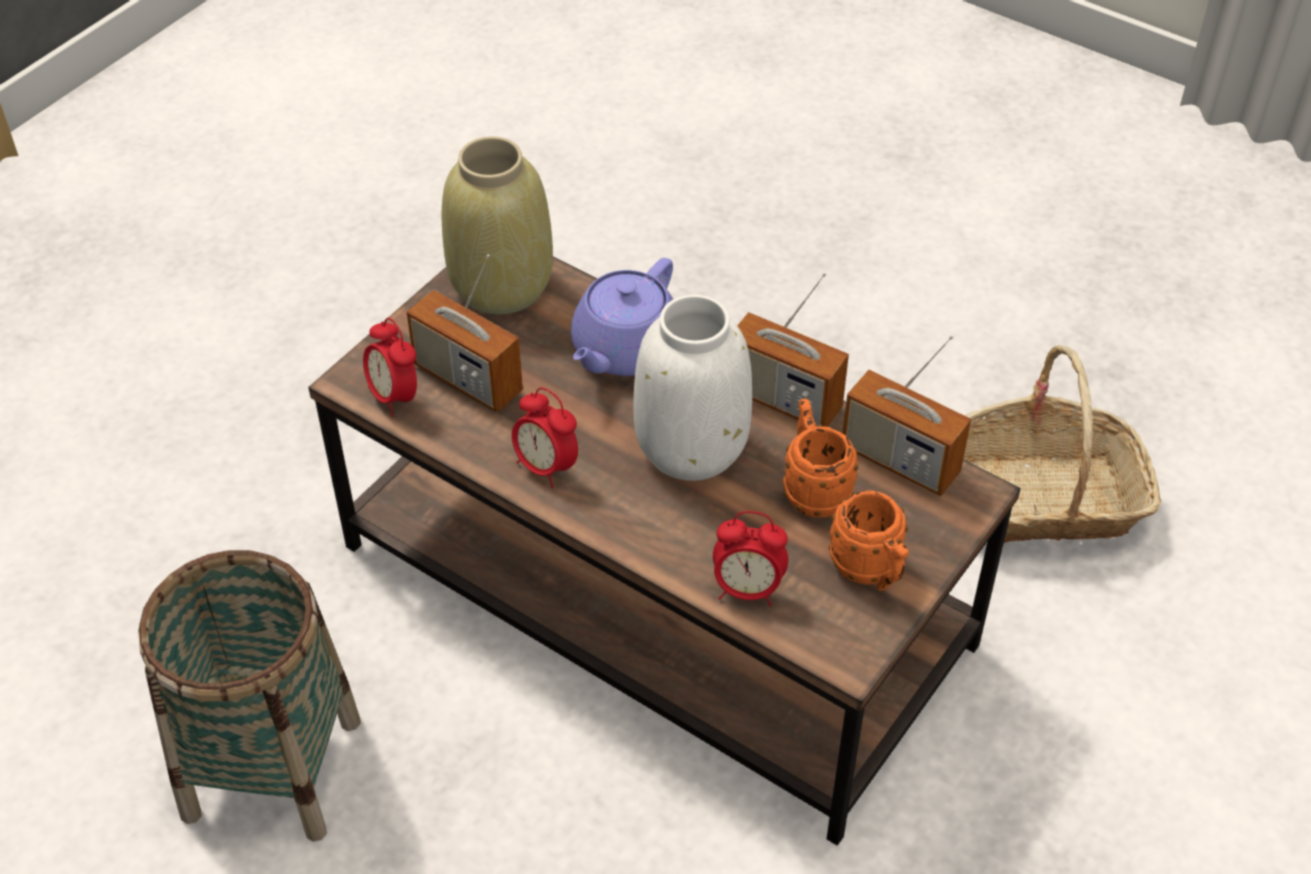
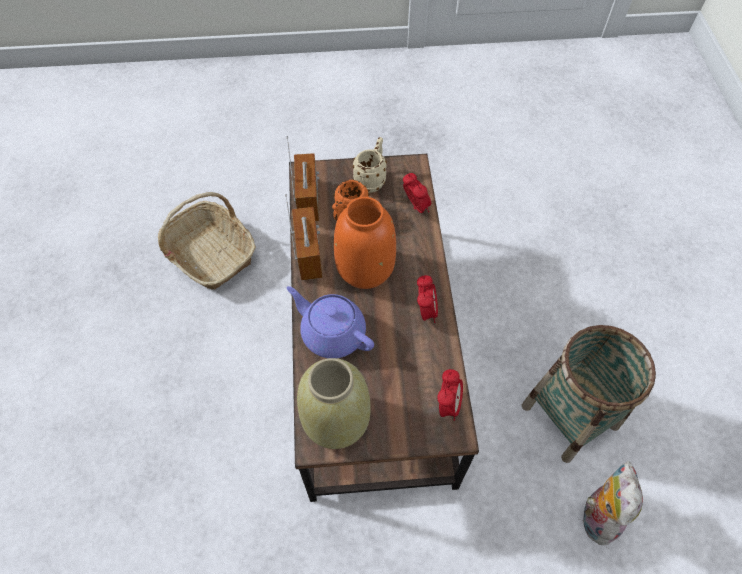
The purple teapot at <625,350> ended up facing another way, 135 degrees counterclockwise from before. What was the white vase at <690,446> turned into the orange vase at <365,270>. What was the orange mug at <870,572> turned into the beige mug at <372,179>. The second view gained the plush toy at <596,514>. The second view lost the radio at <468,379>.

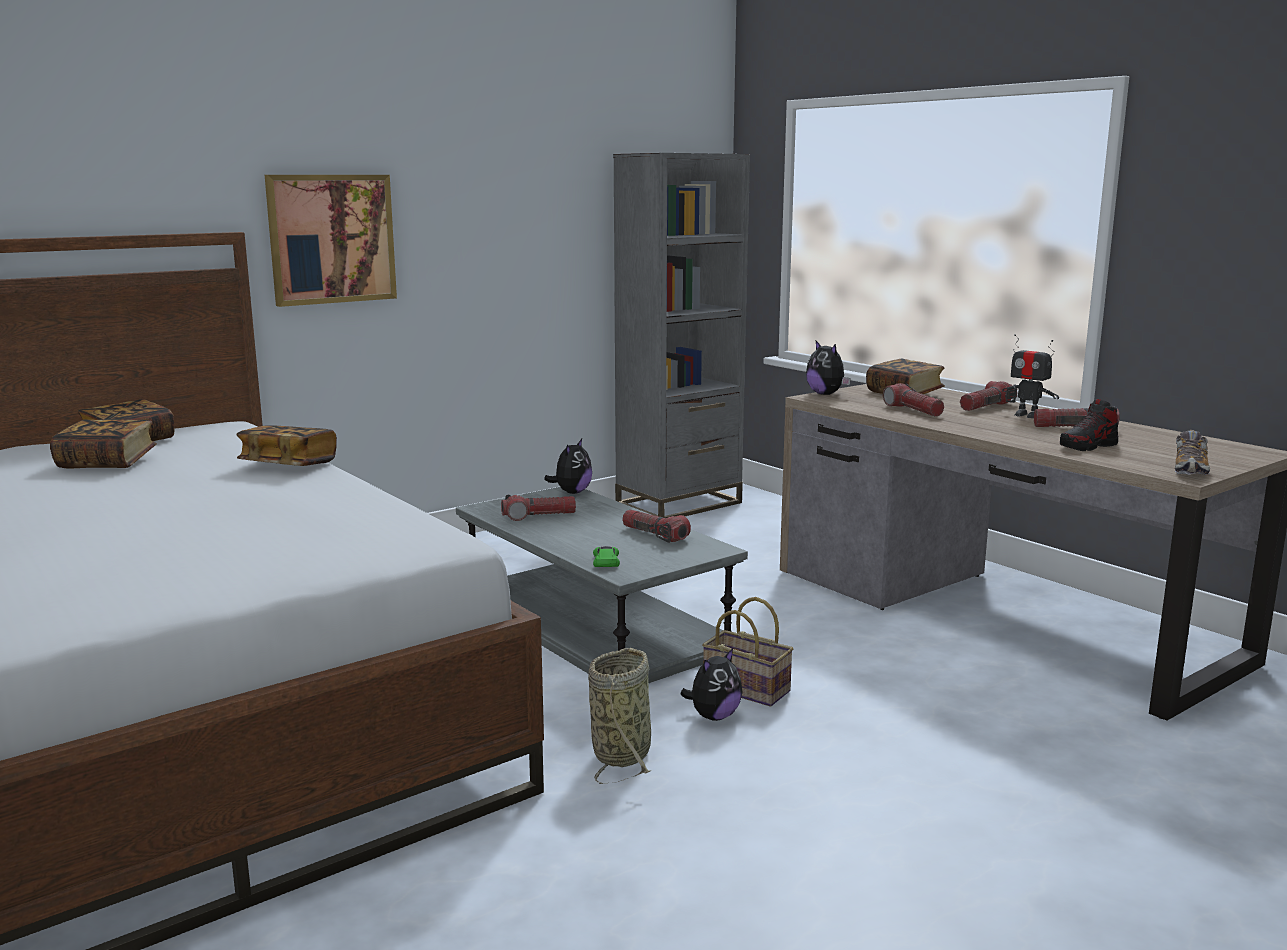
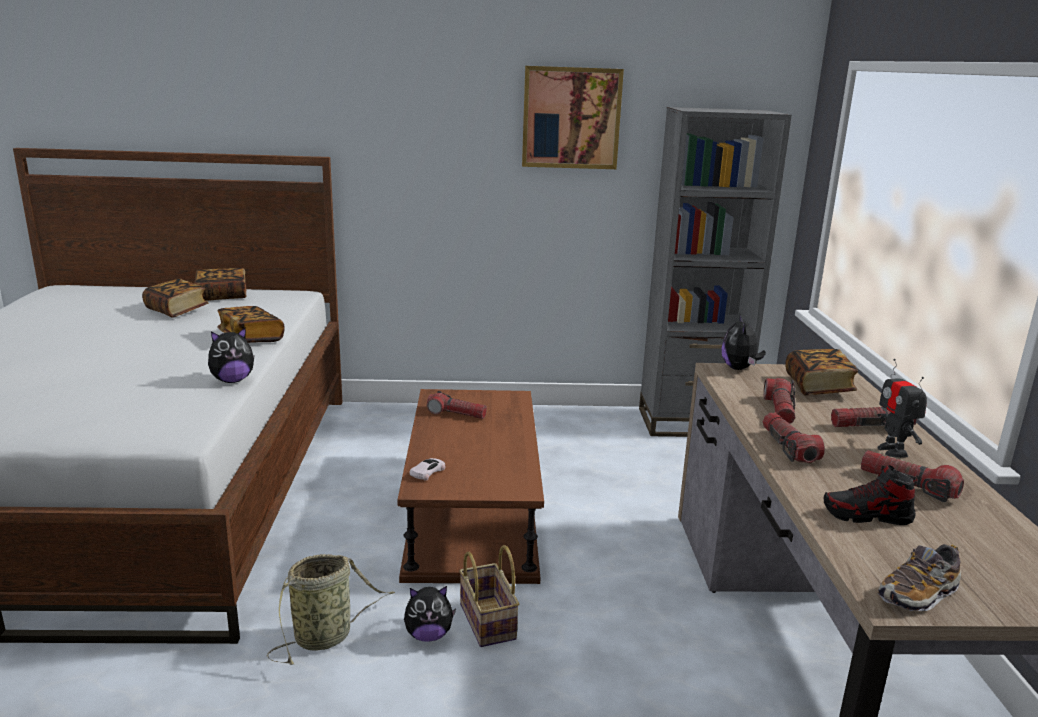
The plush toy ended up elsewhere, having gone from <572,492> to <232,380>. What was the grey coffee table at <595,621> turned into the brown coffee table at <473,511>. What was the green toy car at <606,561> turned into the white toy car at <428,472>. The picture ended up elsewhere, having gone from <331,239> to <571,118>. The flashlight ended up elsewhere, having gone from <655,535> to <788,448>.

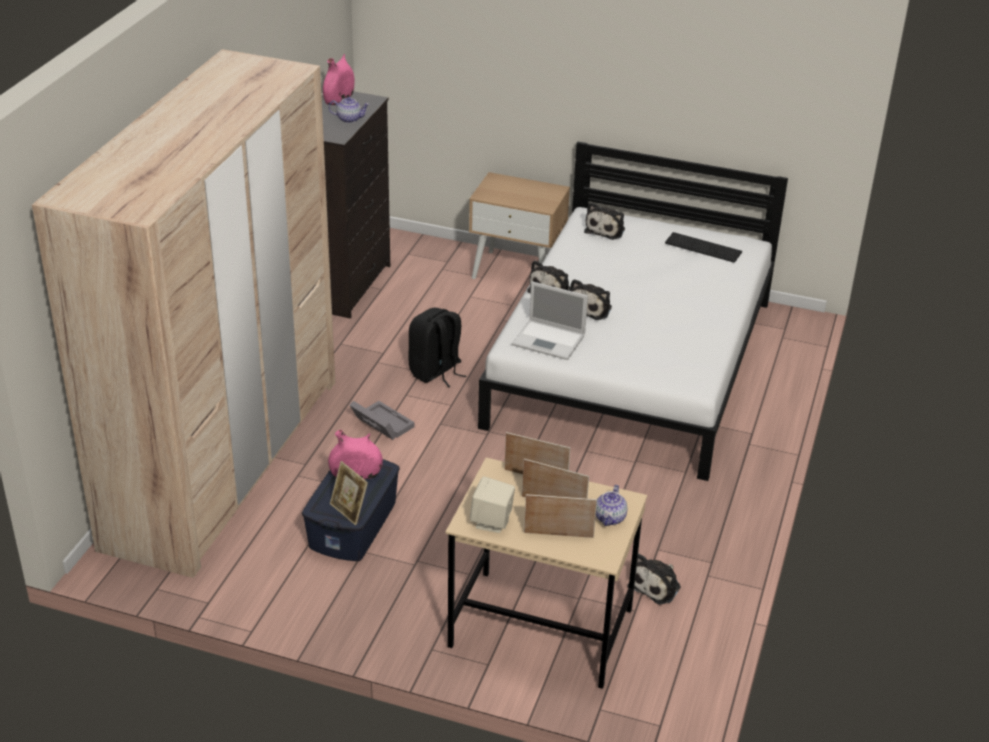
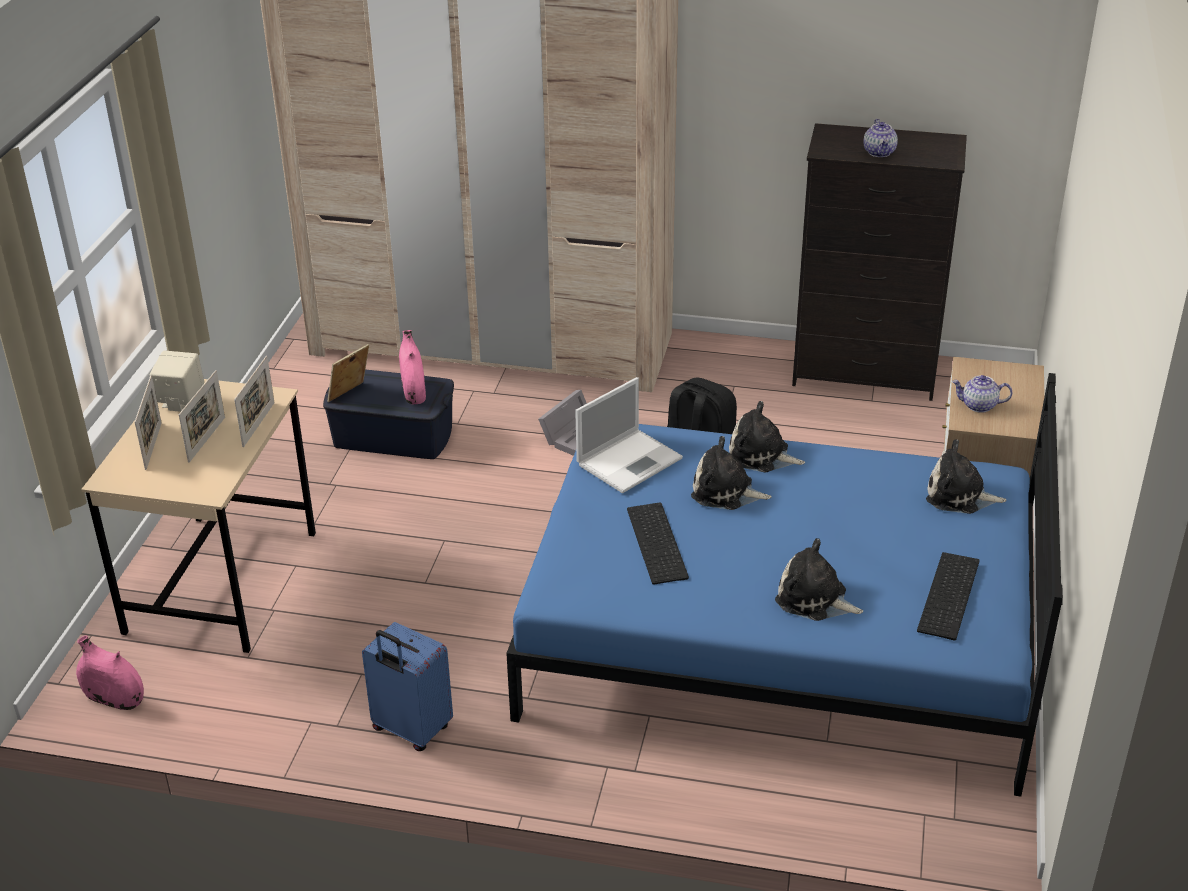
The pink vase ended up elsewhere, having gone from <339,99> to <114,698>. The second view gained the blue suitcase at <410,730>. What was the white bed at <632,363> turned into the blue bed at <780,636>. The laptop at <550,340> ended up facing another way, 150 degrees counterclockwise from before. The second view gained the keyboard at <659,543>. The plush toy ended up elsewhere, having gone from <656,585> to <814,599>. The teapot ended up elsewhere, having gone from <610,518> to <978,406>.

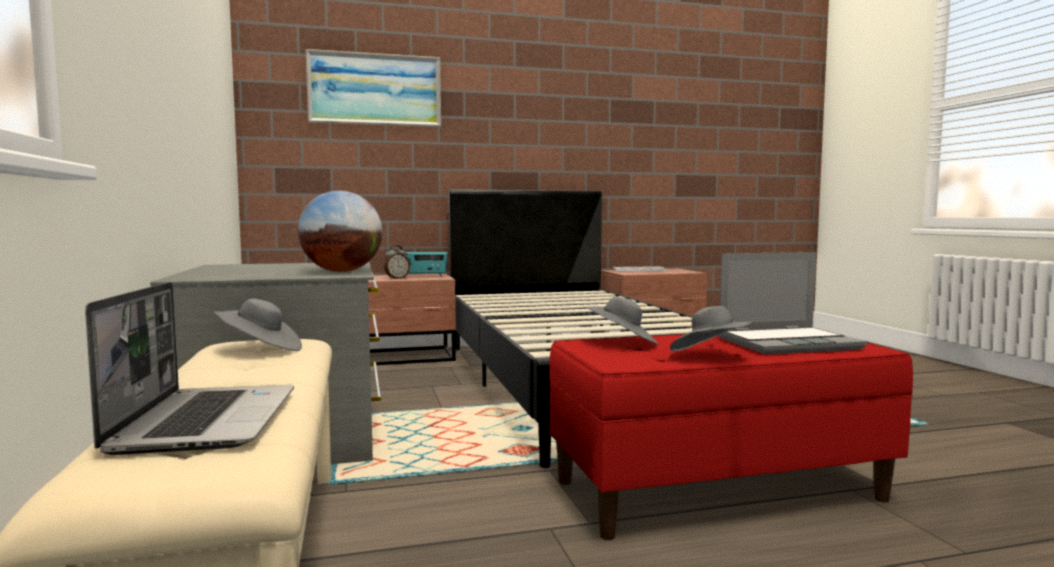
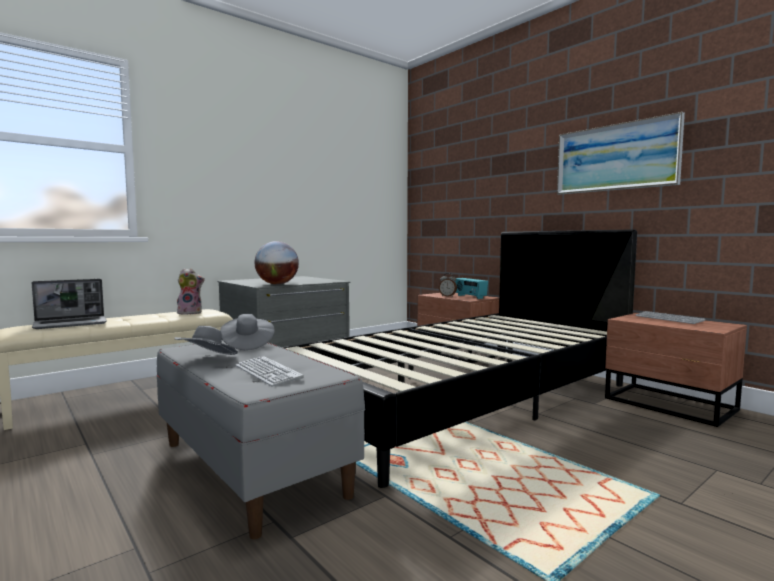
What was the red bench at <718,490> turned into the grey bench at <252,468>. Where the grey hat stood at <261,350>, the plush toy came to stand at <190,313>. Where the laptop stood at <788,343>, the keyboard came to stand at <267,372>. The picture ended up elsewhere, having gone from <375,89> to <615,157>.

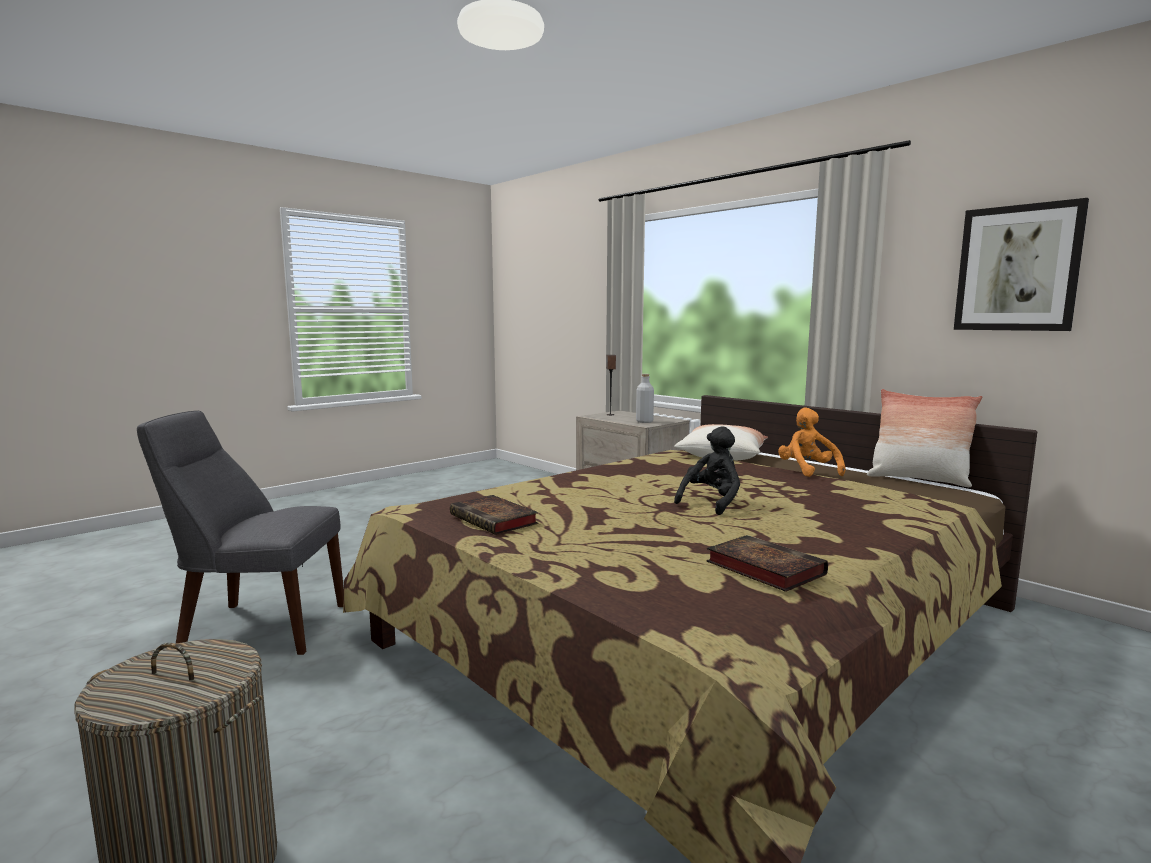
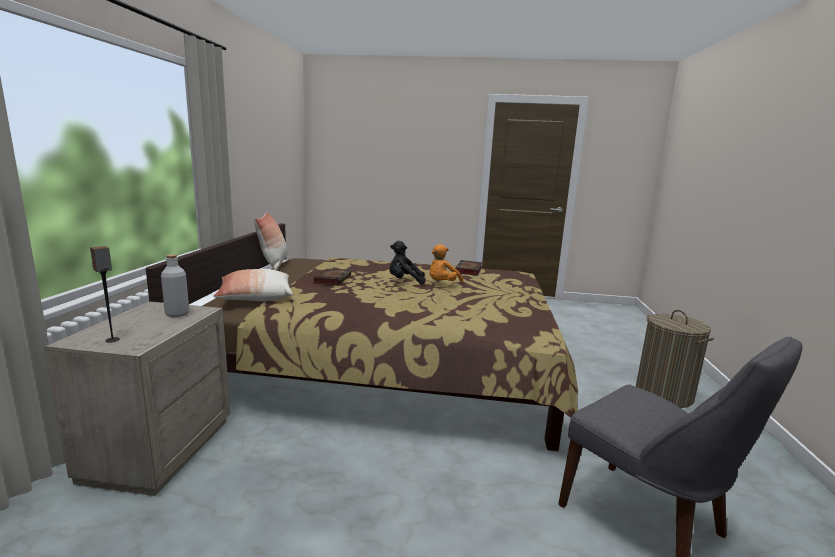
The book ended up elsewhere, having gone from <495,520> to <332,279>. The orange plush toy ended up elsewhere, having gone from <807,471> to <442,284>. The second view lost the picture at <1017,268>.

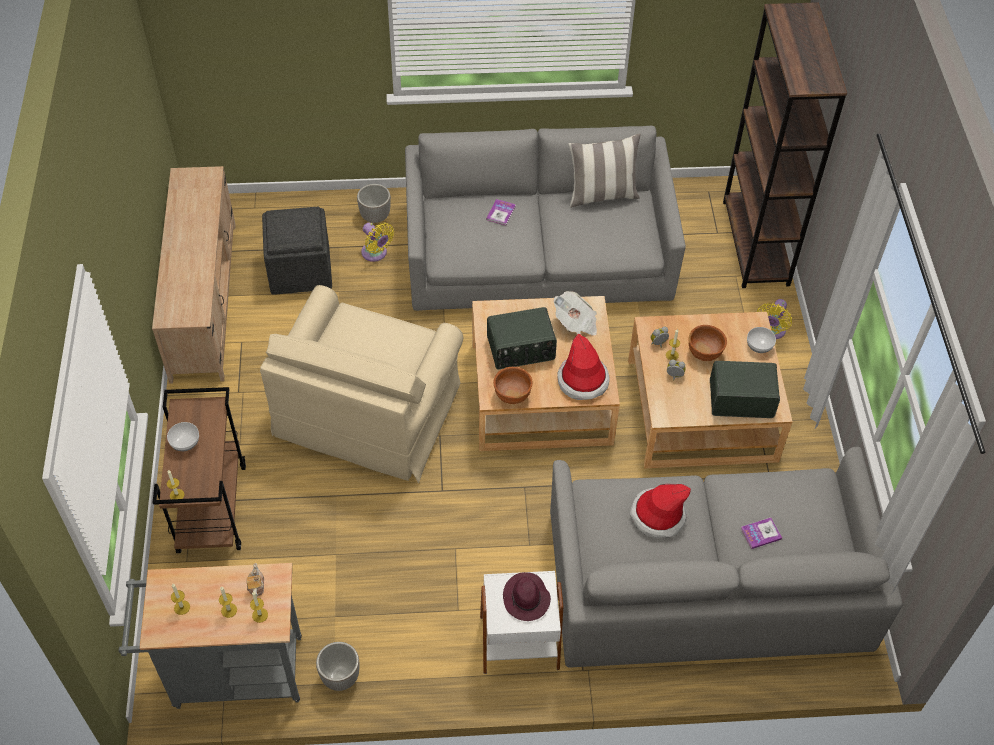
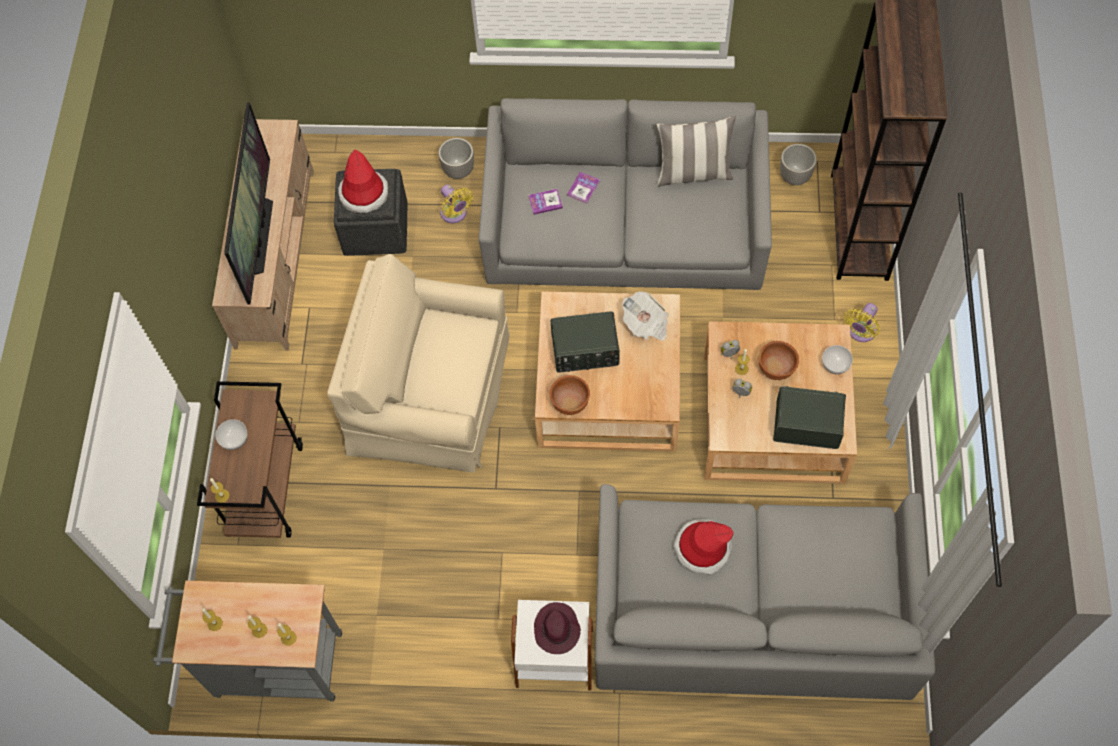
The second view gained the television at <259,236>. The beige armchair at <368,409> ended up facing another way, 75 degrees clockwise from before. The hat ended up elsewhere, having gone from <583,380> to <364,194>. The book ended up elsewhere, having gone from <761,534> to <545,202>. The planter ended up elsewhere, having gone from <341,677> to <795,176>. The second view lost the teapot at <256,586>.

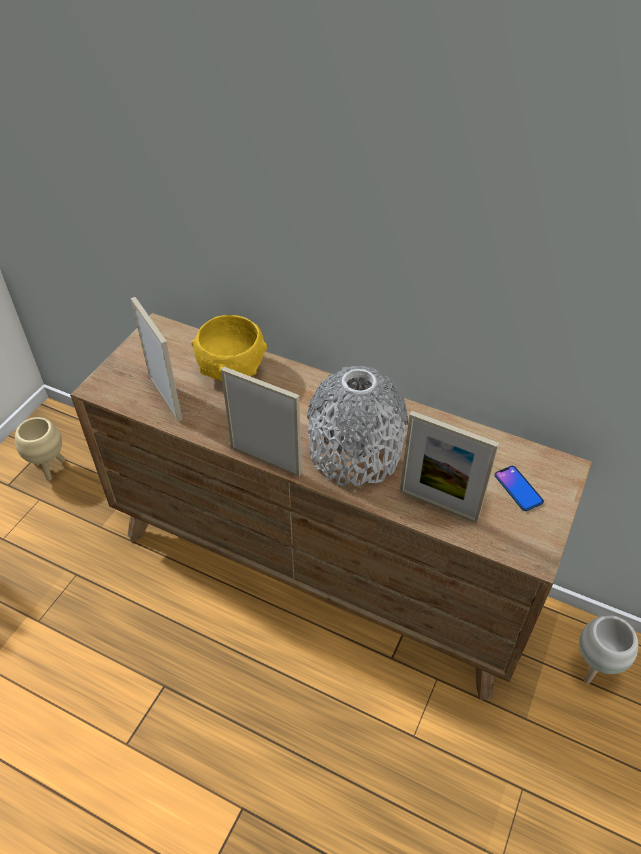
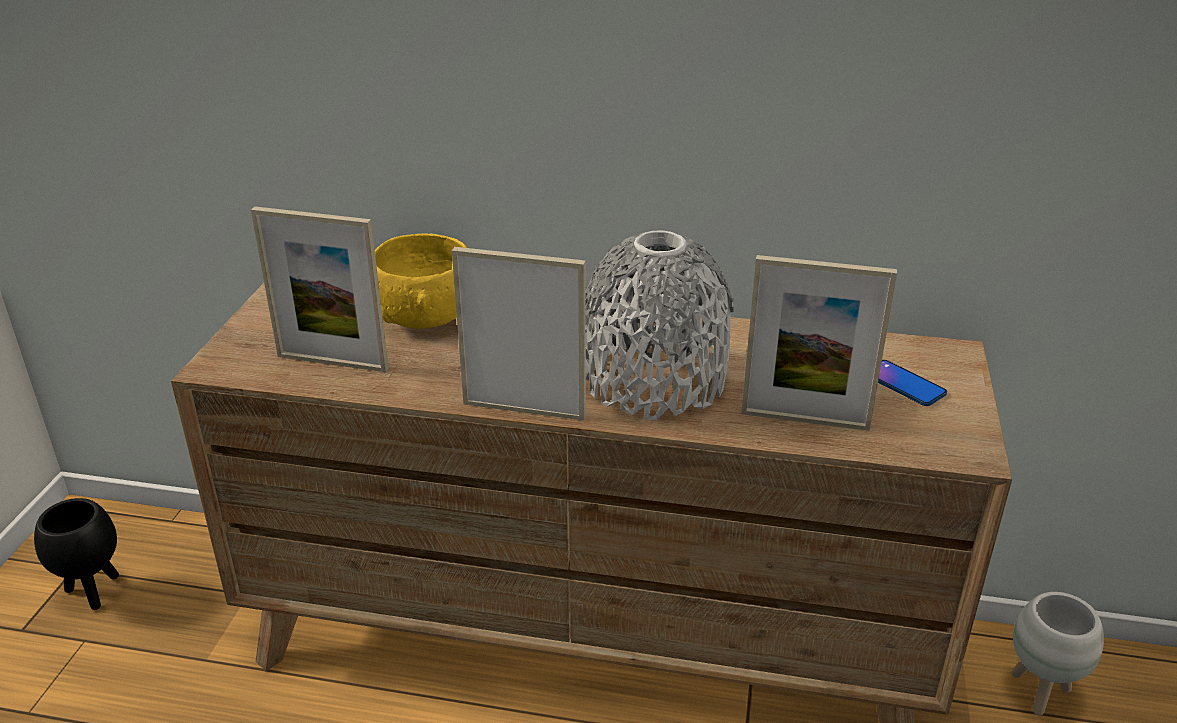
What was the beige planter at <50,468> turned into the black planter at <93,591>. The picture frame at <165,397> ended up facing another way, 150 degrees clockwise from before.

